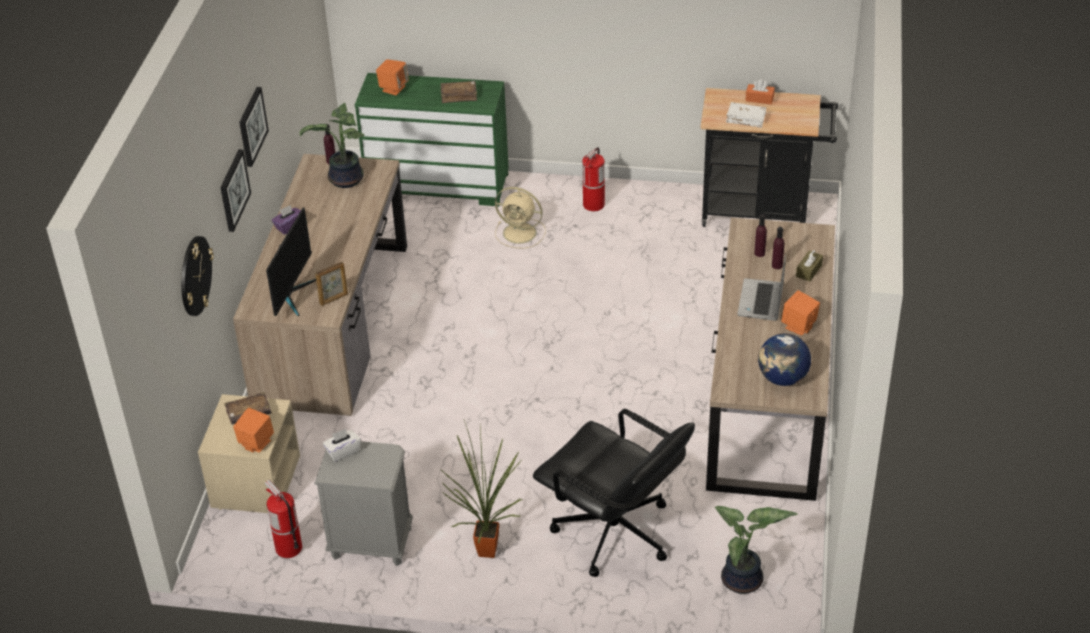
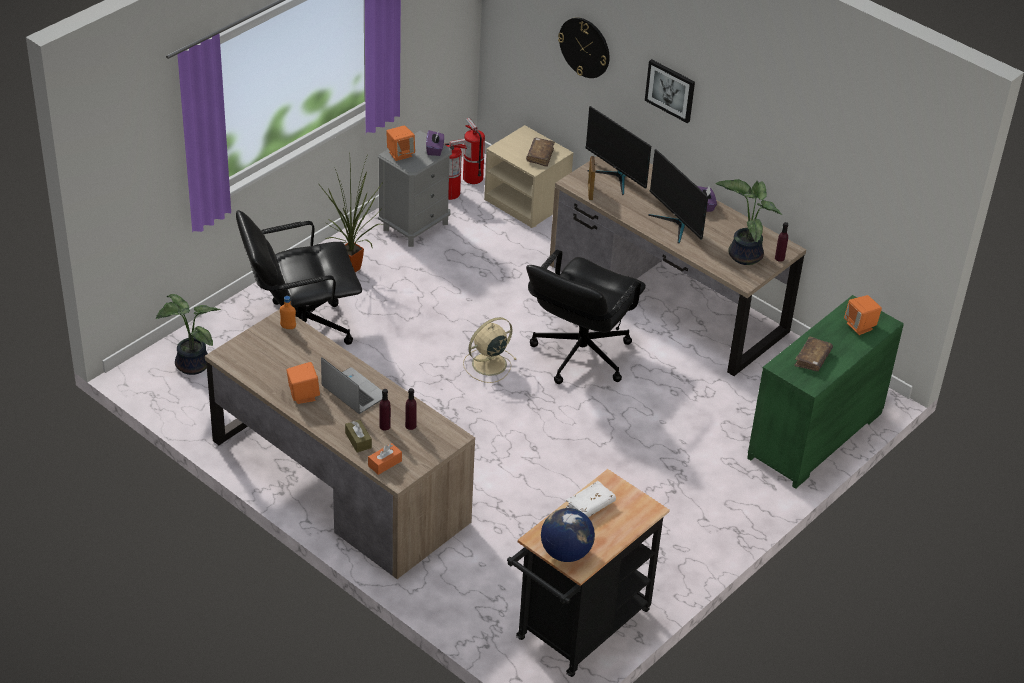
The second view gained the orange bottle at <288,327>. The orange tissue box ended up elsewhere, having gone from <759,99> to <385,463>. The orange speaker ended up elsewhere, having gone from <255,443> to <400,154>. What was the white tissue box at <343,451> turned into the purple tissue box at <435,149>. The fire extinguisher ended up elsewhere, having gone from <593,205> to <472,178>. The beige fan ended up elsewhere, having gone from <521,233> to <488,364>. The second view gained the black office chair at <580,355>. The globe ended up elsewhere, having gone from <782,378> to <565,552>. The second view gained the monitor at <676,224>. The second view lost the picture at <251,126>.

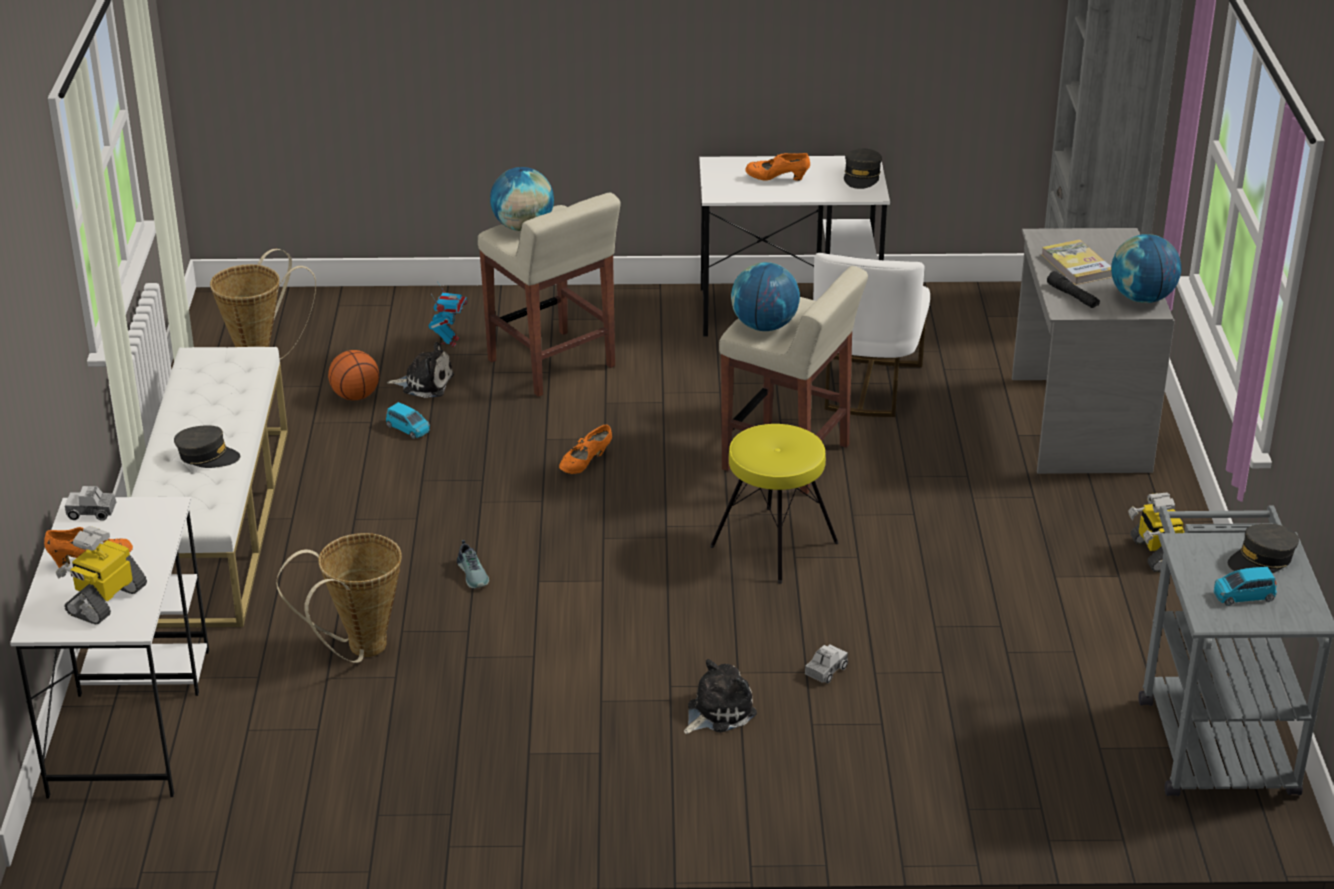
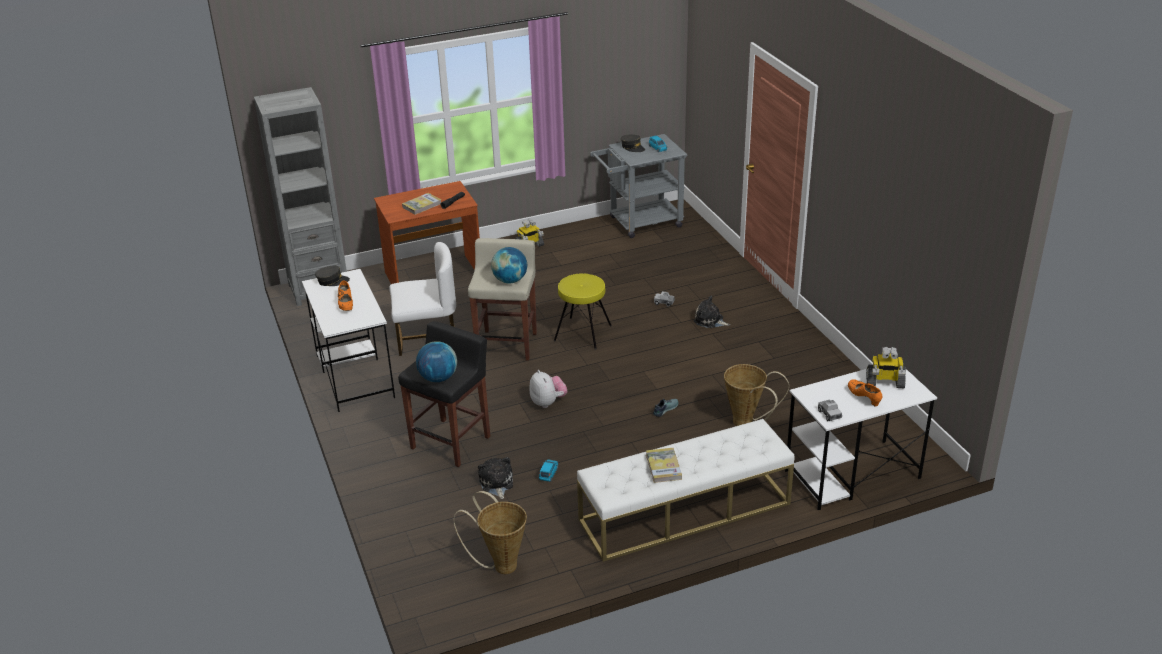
What was the grey desk at <1077,423> turned into the brown desk at <433,277>. What was the beige stool at <552,365> turned into the black stool at <451,442>. Where the orange shoe stood at <585,464>, the plush toy came to stand at <548,402>. The second view gained the book at <663,467>. The second view lost the grey cap at <207,456>. The second view lost the basketball at <355,396>. The second view lost the toy robot at <450,341>. The second view lost the globe at <1142,298>.

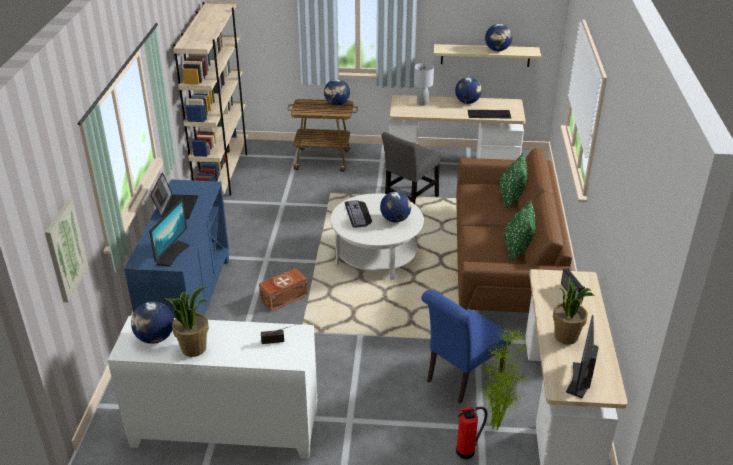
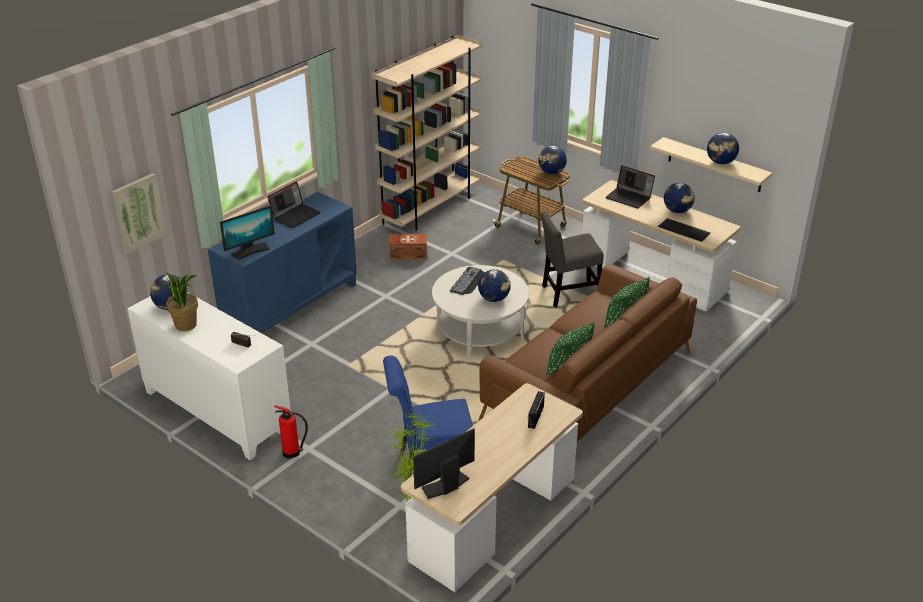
The fire extinguisher ended up elsewhere, having gone from <467,451> to <293,453>. The brown storage box ended up elsewhere, having gone from <283,297> to <407,254>. Where the grey table lamp stood at <422,103>, the laptop came to stand at <629,197>. The second view lost the potted plant at <566,336>.

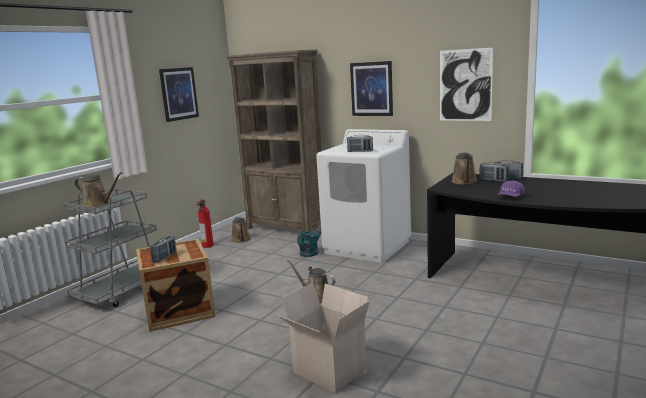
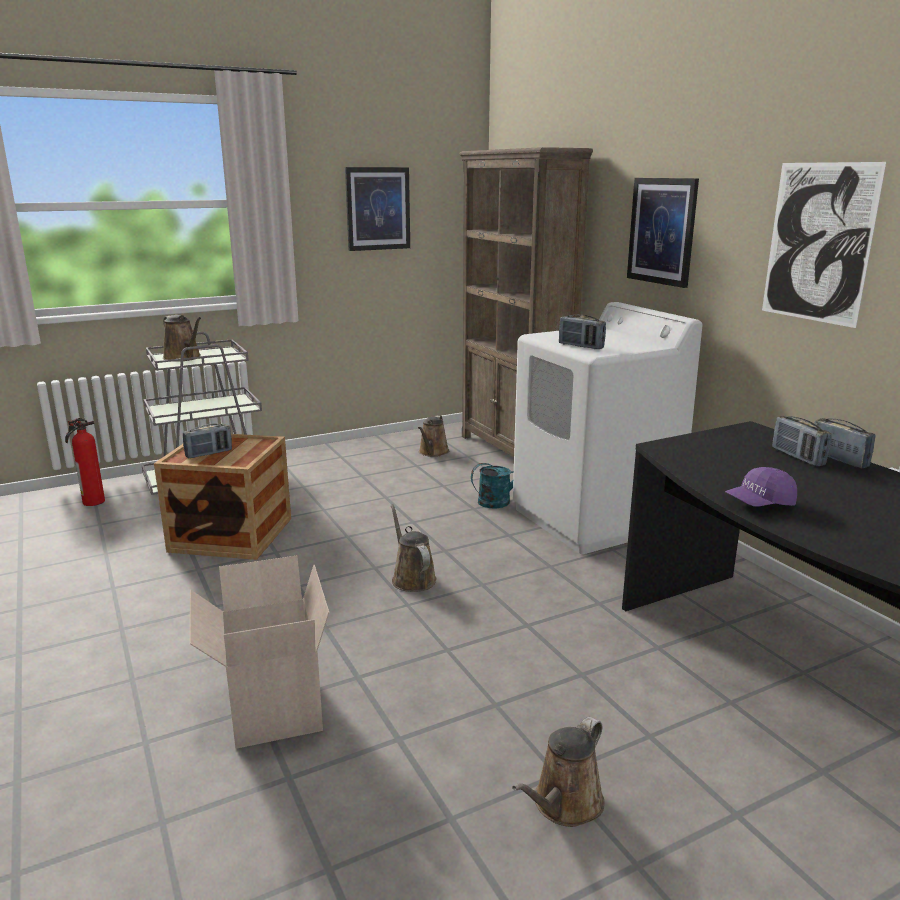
The fire extinguisher ended up elsewhere, having gone from <207,246> to <92,502>. The brown watering can ended up elsewhere, having gone from <464,182> to <564,805>.

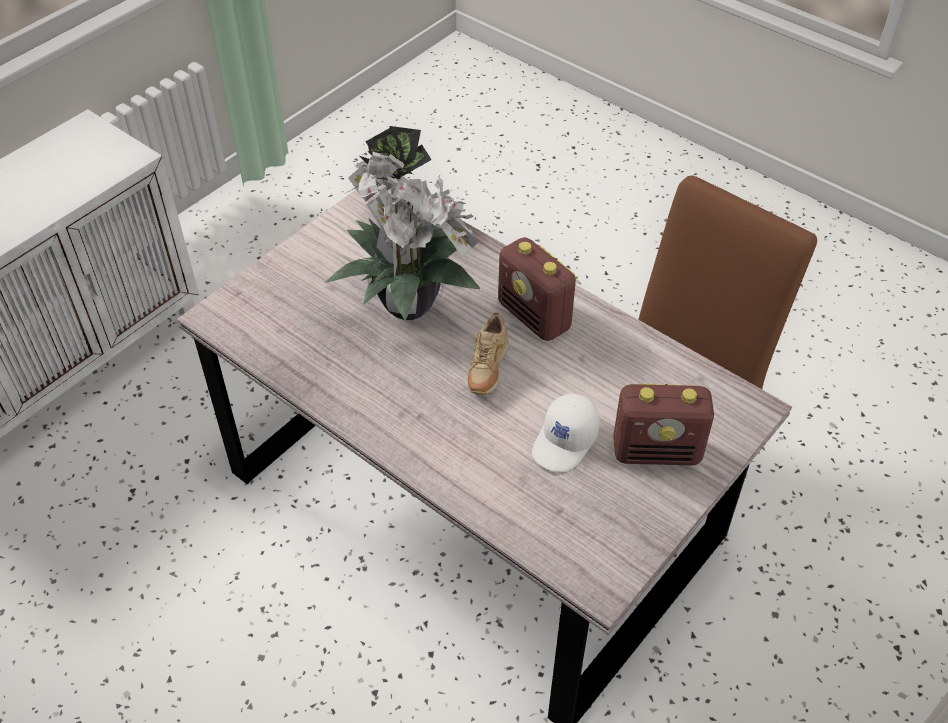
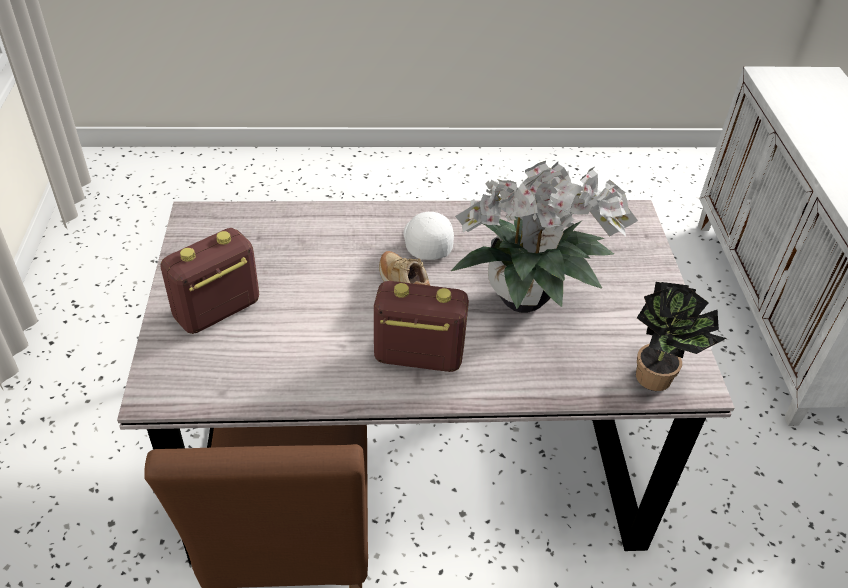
The white cap ended up elsewhere, having gone from <565,442> to <426,241>.

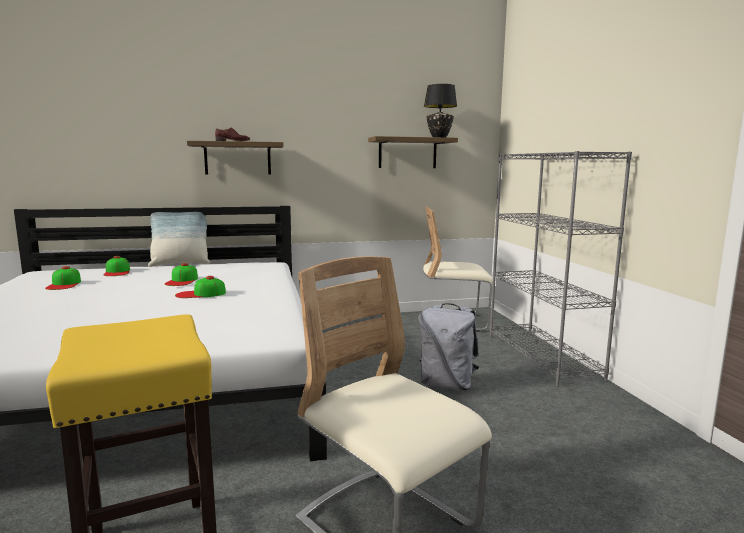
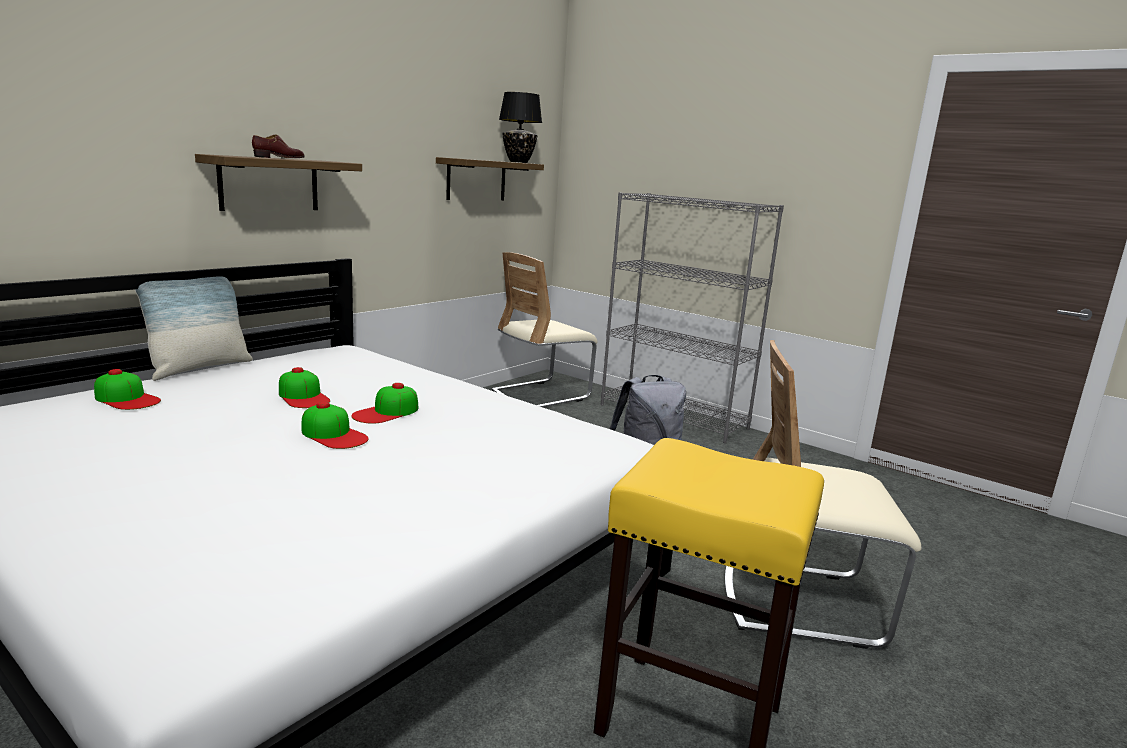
The cap ended up elsewhere, having gone from <64,284> to <334,434>.

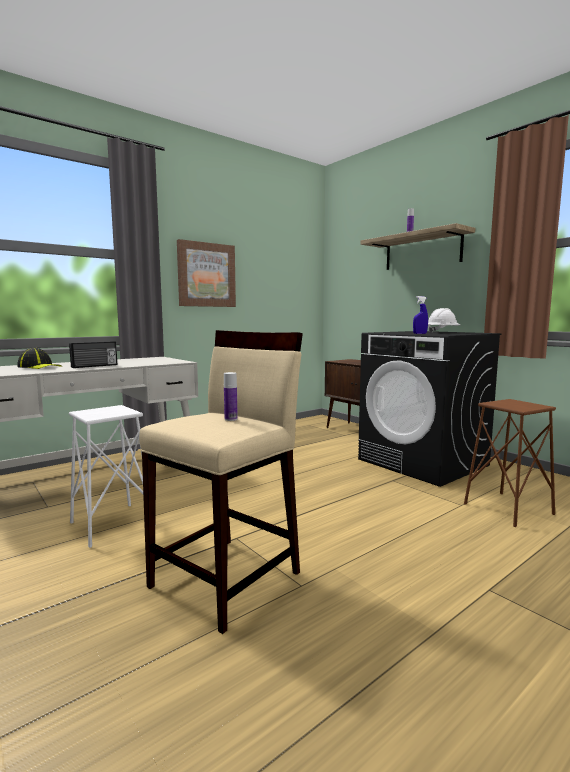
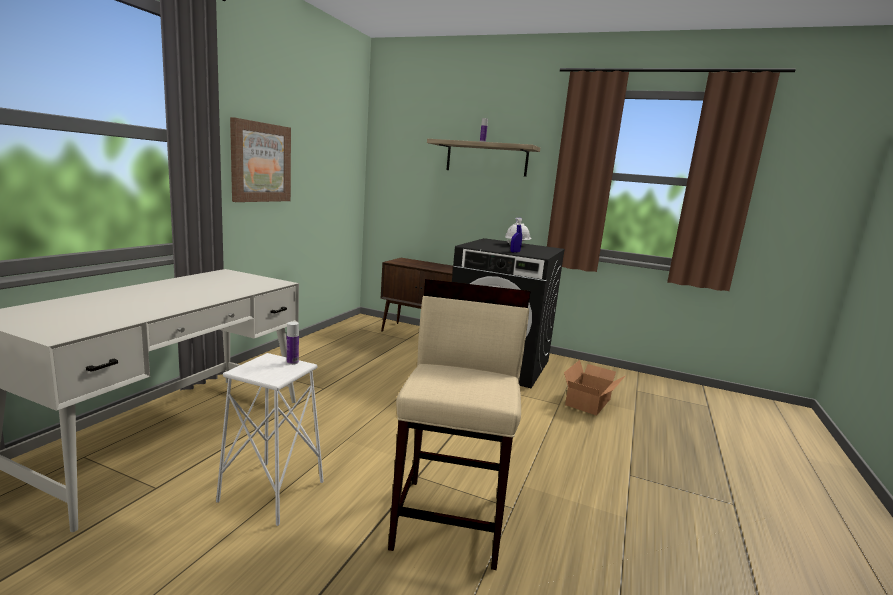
The bottle ended up elsewhere, having gone from <231,419> to <292,362>. Where the brown stool stood at <508,509>, the cardboard box came to stand at <590,402>. The second view lost the cap at <40,367>. The second view lost the radio at <95,366>.

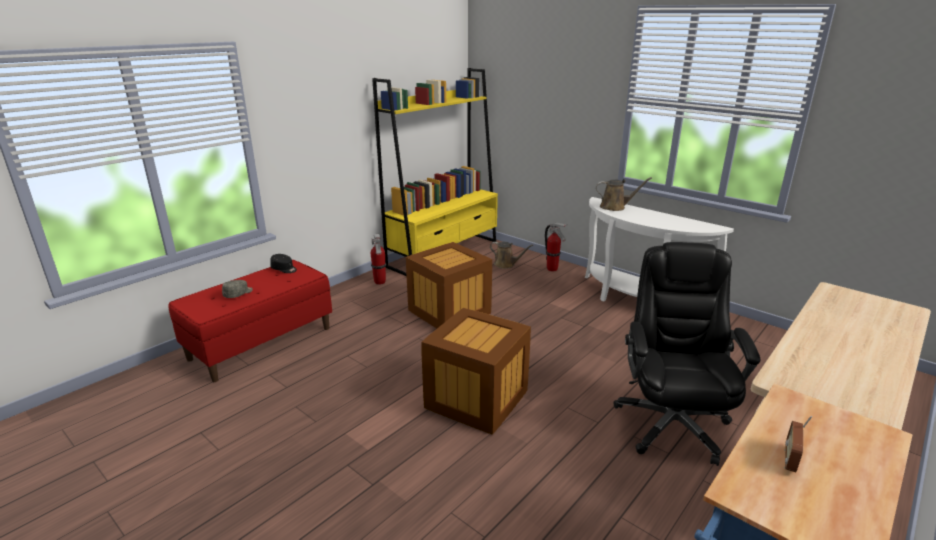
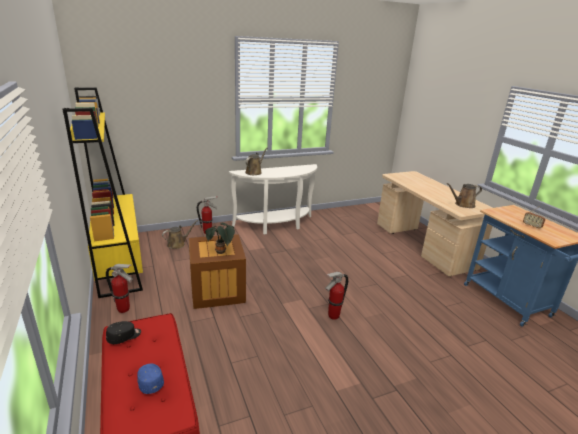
What was the grey cap at <238,294> turned into the blue cap at <149,382>. The second view gained the potted plant at <221,252>. Where the crate stood at <476,399>, the fire extinguisher came to stand at <333,316>. The second view gained the brown watering can at <463,205>. The second view lost the black office chair at <671,423>.

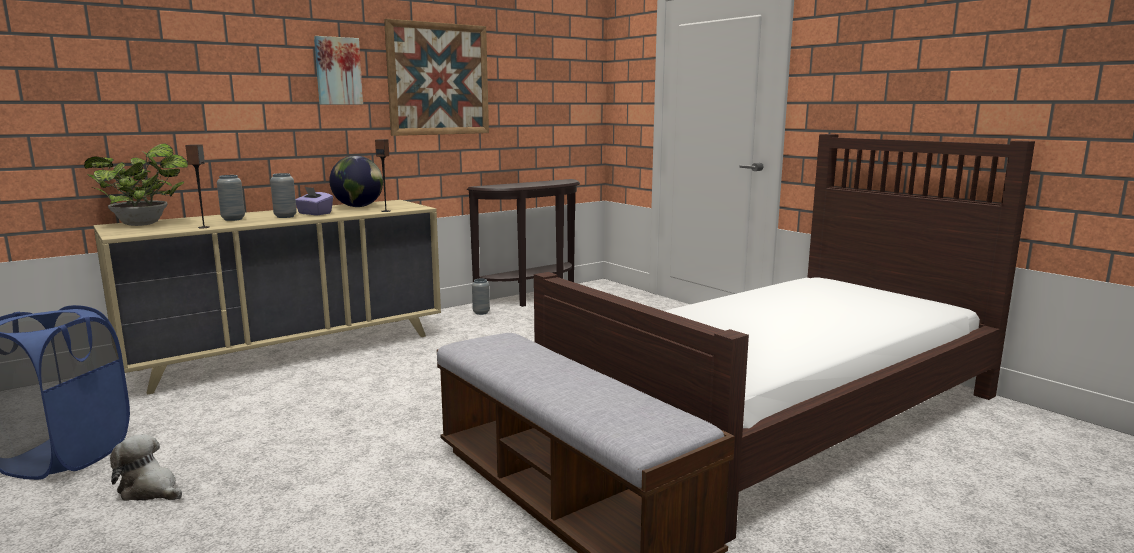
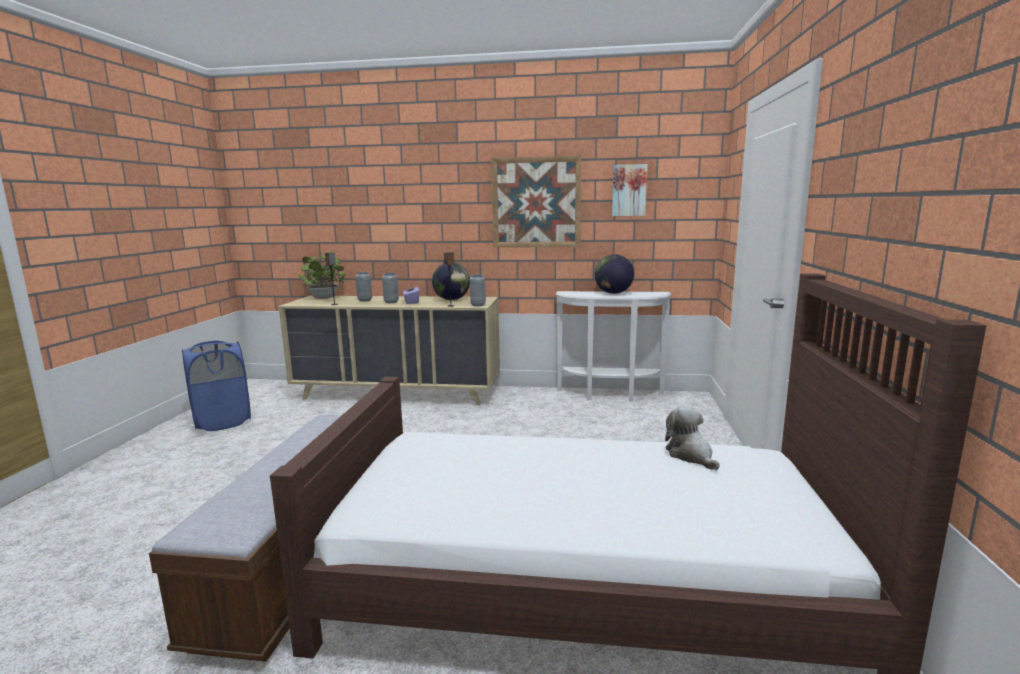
The grey vase ended up elsewhere, having gone from <481,312> to <478,305>. What was the brown console table at <533,298> turned into the white console table at <610,395>. The second view gained the globe at <613,293>. The picture ended up elsewhere, having gone from <338,71> to <629,190>. The plush toy ended up elsewhere, having gone from <150,490> to <691,455>.

